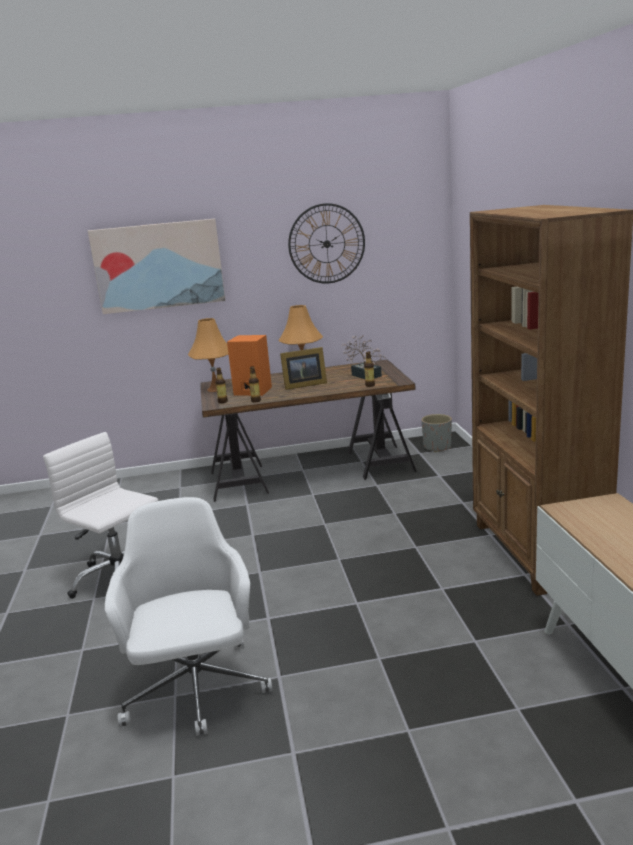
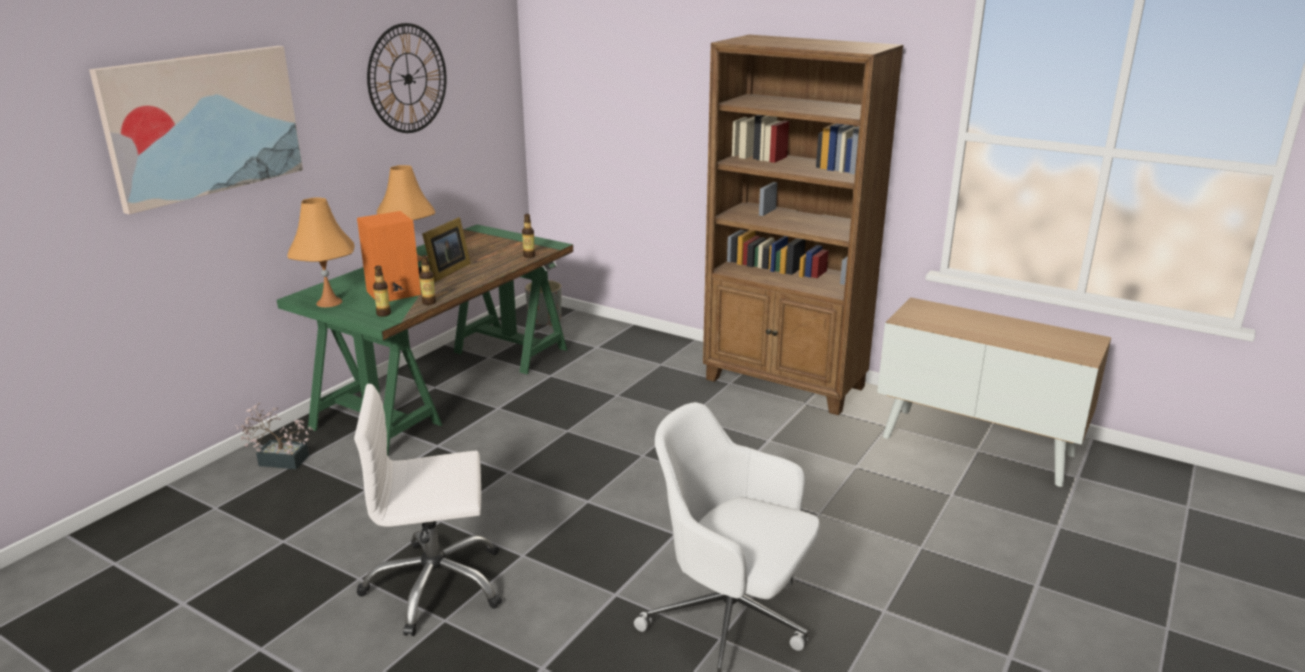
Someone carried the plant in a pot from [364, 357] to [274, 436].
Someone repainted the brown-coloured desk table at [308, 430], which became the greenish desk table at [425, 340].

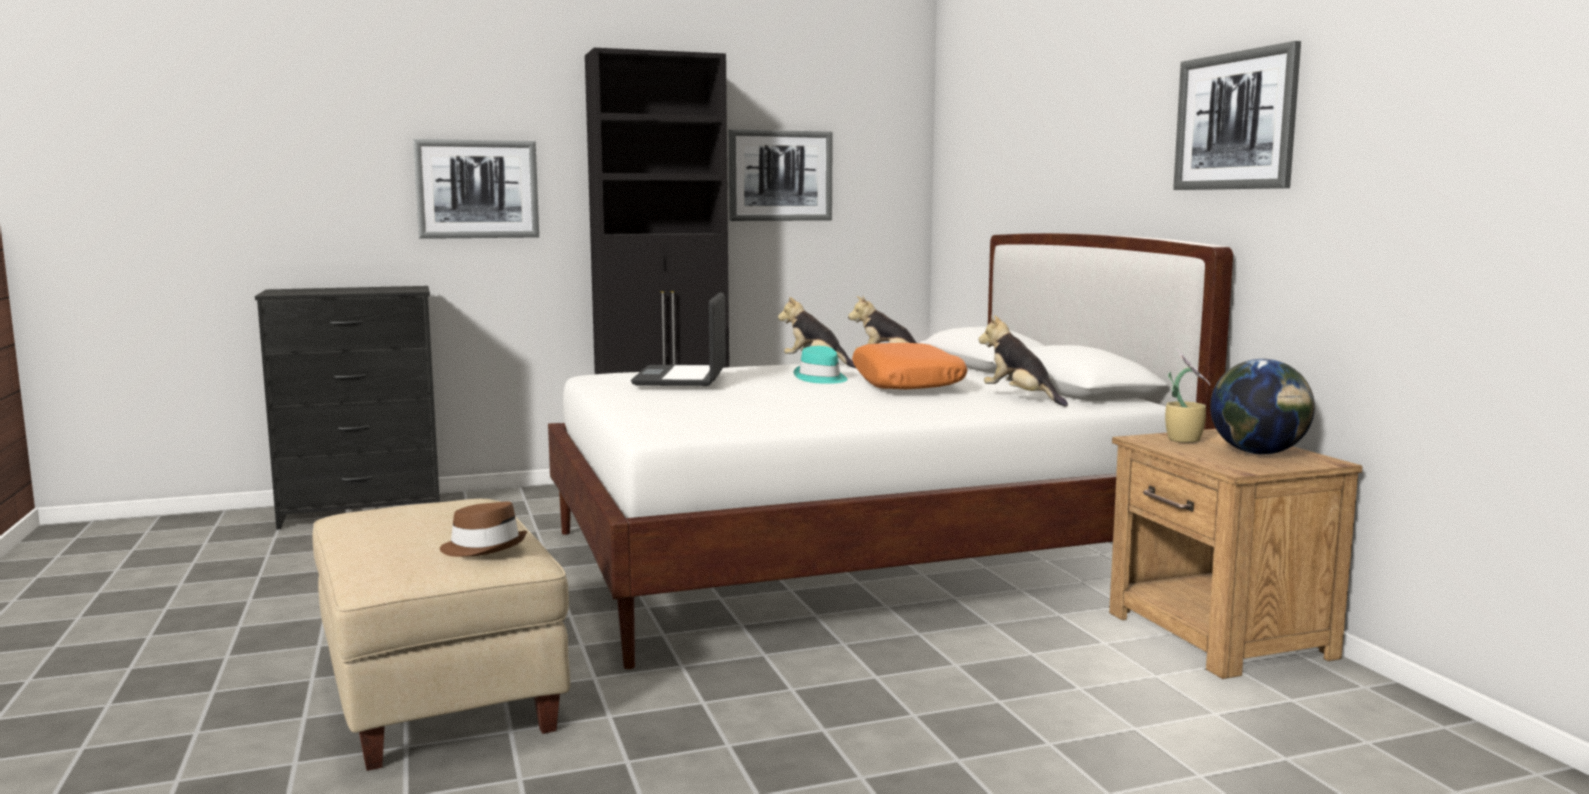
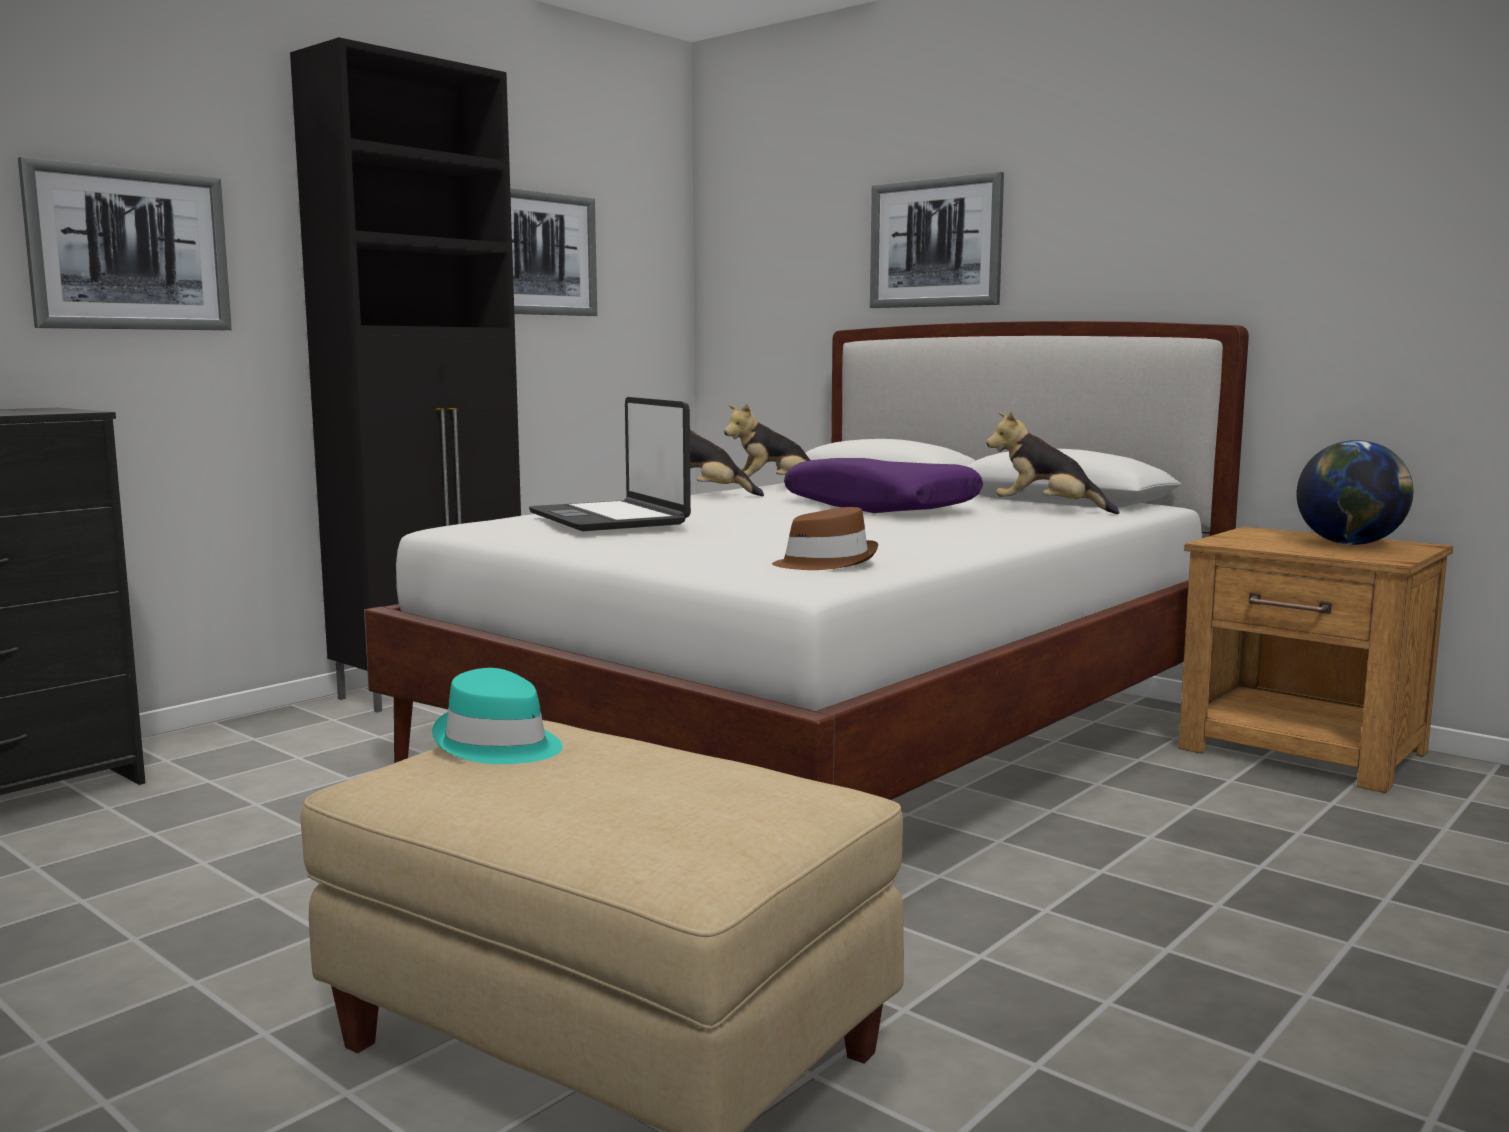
Someone carried the turquoise wearable hat from [820, 365] to [497, 716].
Someone carried the brown-coloured wearable hat from [483, 529] to [825, 538].
Someone repainted the orange-coloured pillow at [910, 366], which became the purple-coloured pillow at [883, 485].
Someone carried the picture from [1237, 115] to [937, 240].
Someone took away the plant in a pot at [1187, 396].

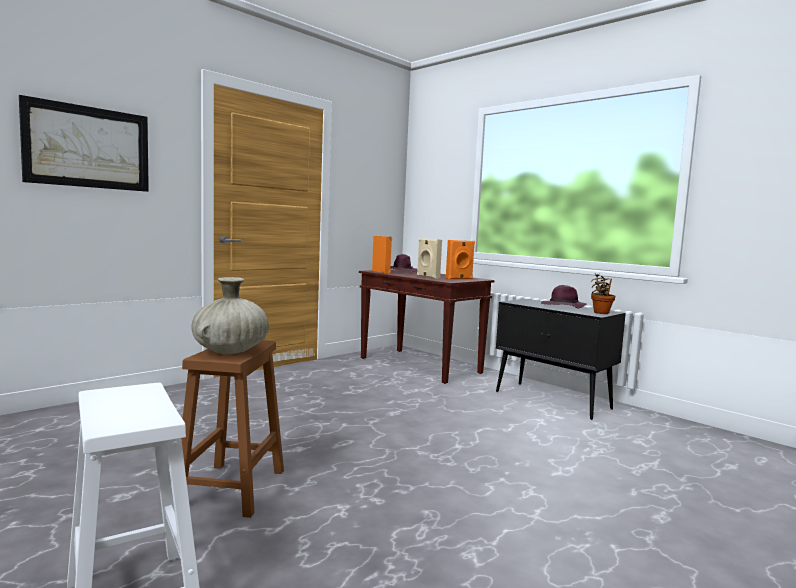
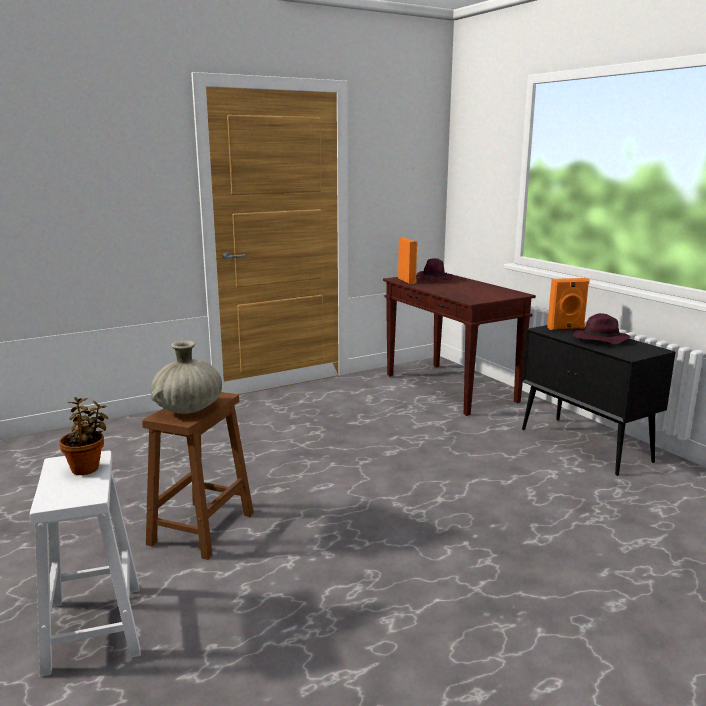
Someone carried the plant in a pot from [603, 293] to [83, 436].
Someone carried the orange-coloured loudspeaker from [460, 259] to [568, 304].
Someone took away the picture at [84, 143].
Someone took away the sand-coloured loudspeaker at [429, 258].

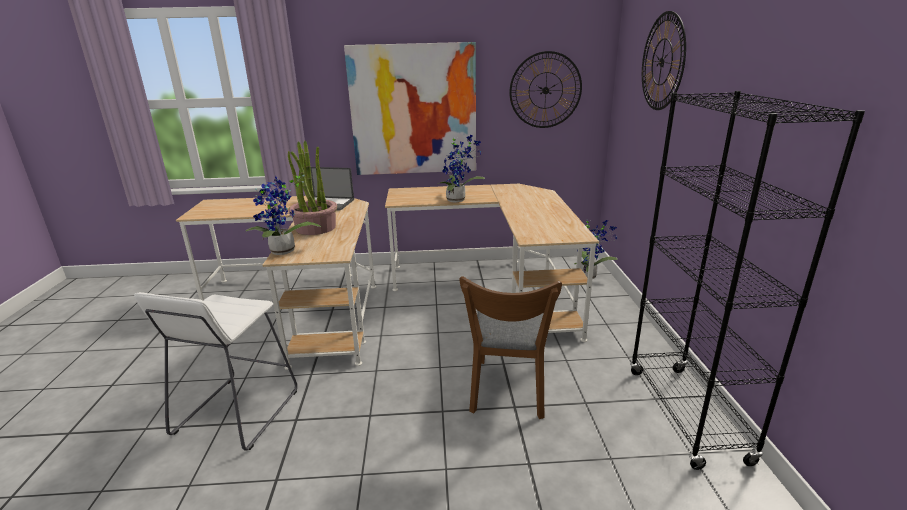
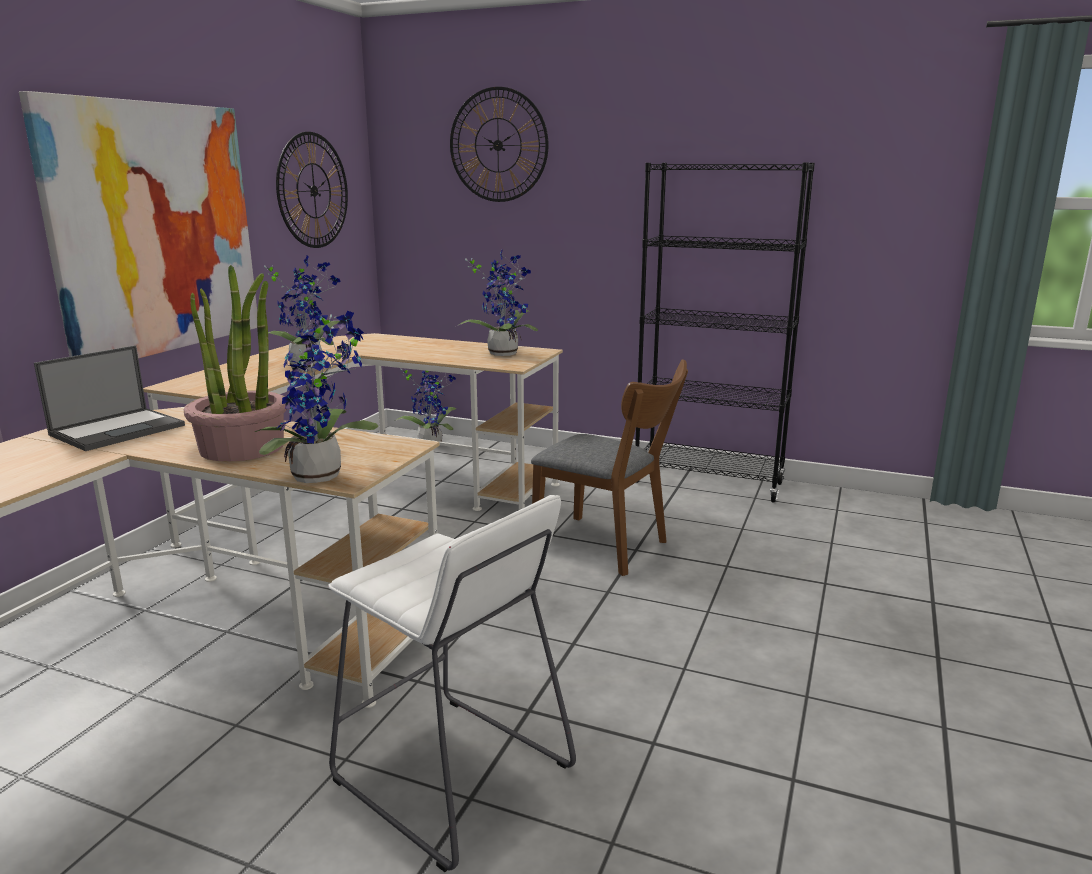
Someone put down the plant in a pot at [497, 303].

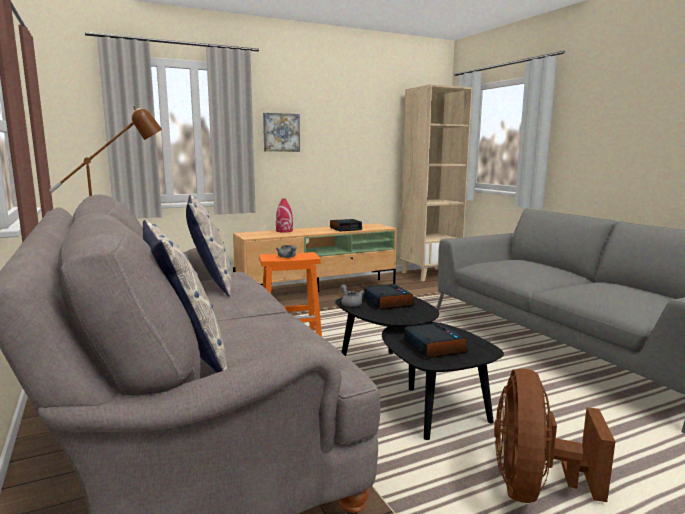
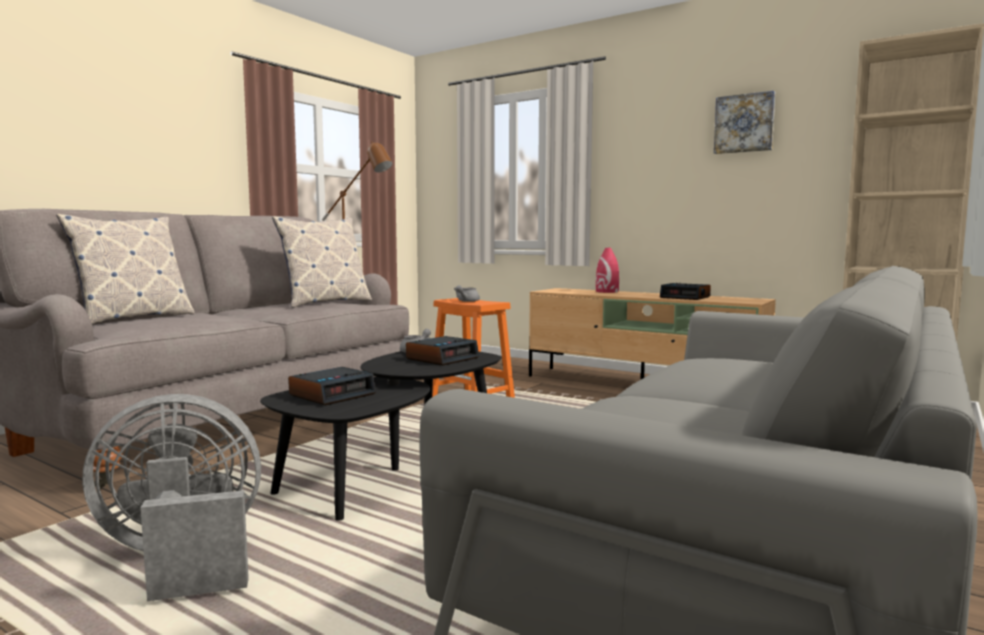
Someone repainted the brown-coloured electric fan at [554, 436], which became the grey electric fan at [171, 497].
Someone carried the picture from [281, 132] to [744, 122].

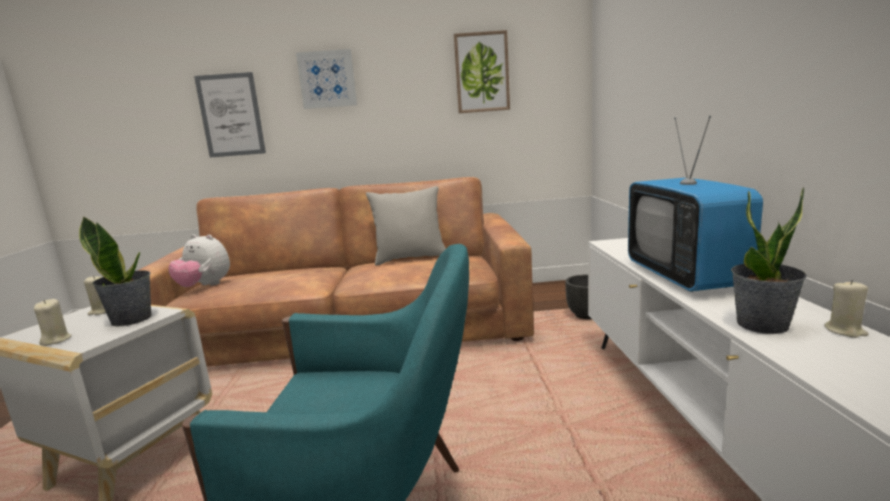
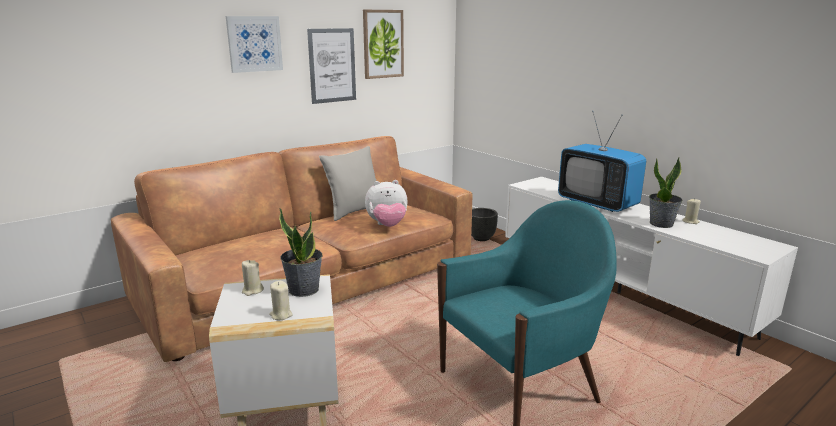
Someone carried the picture from [230, 115] to [331, 66].
Someone carried the soft toy from [199, 260] to [386, 203].

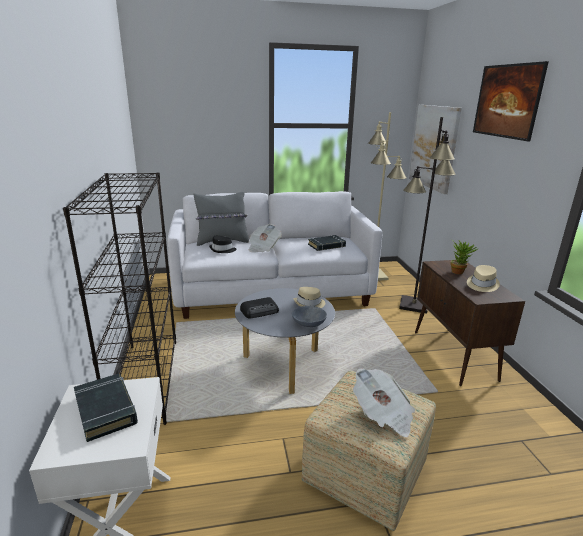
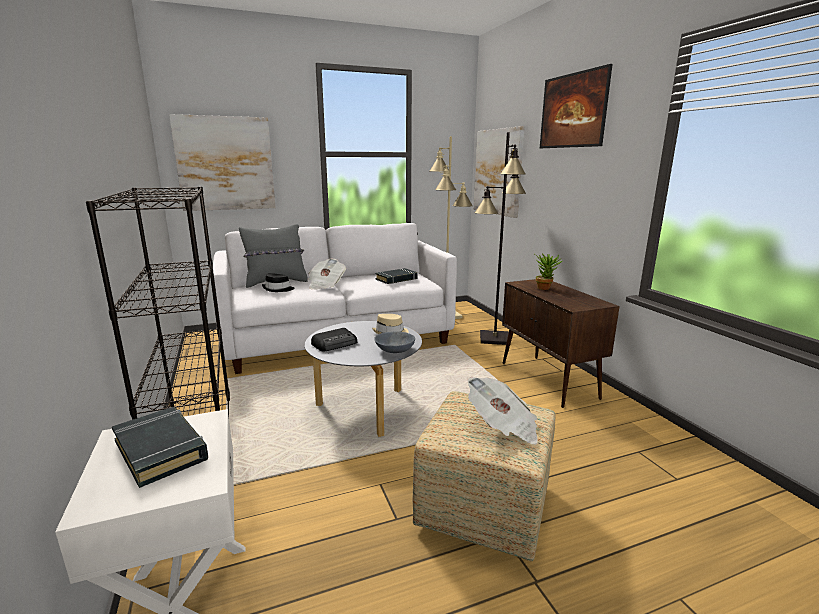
Someone put up the picture at [222, 162].
Someone took away the sand-coloured wearable hat at [483, 278].

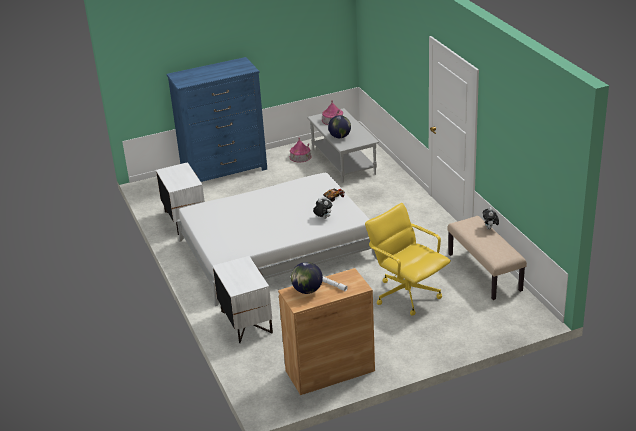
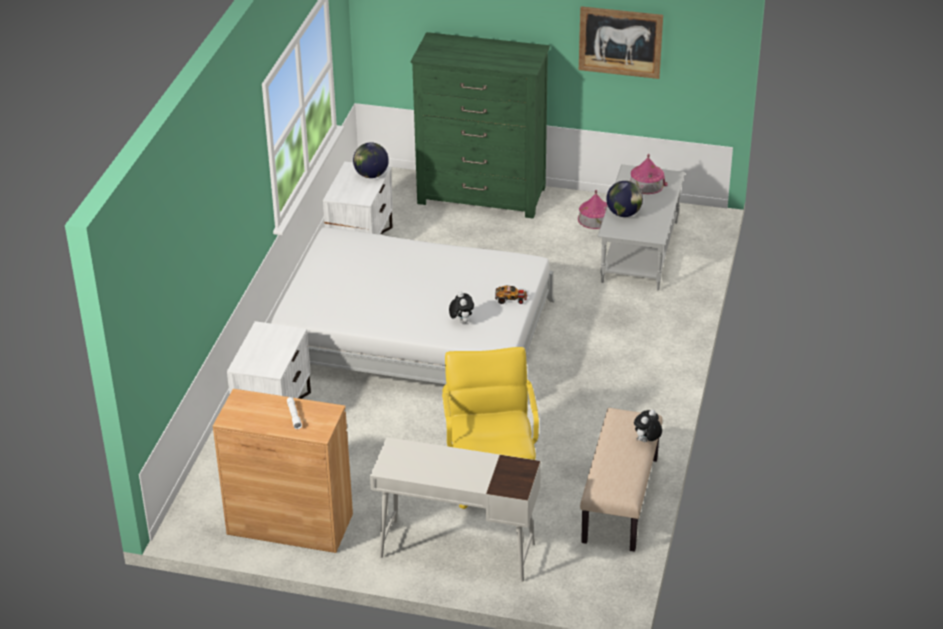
Someone carried the world globe from [307, 278] to [371, 160].
Someone put down the white desk table at [455, 509].
Someone repainted the bluish drawer chest at [216, 119], which became the greenish drawer chest at [480, 125].
Someone put up the picture at [621, 42].

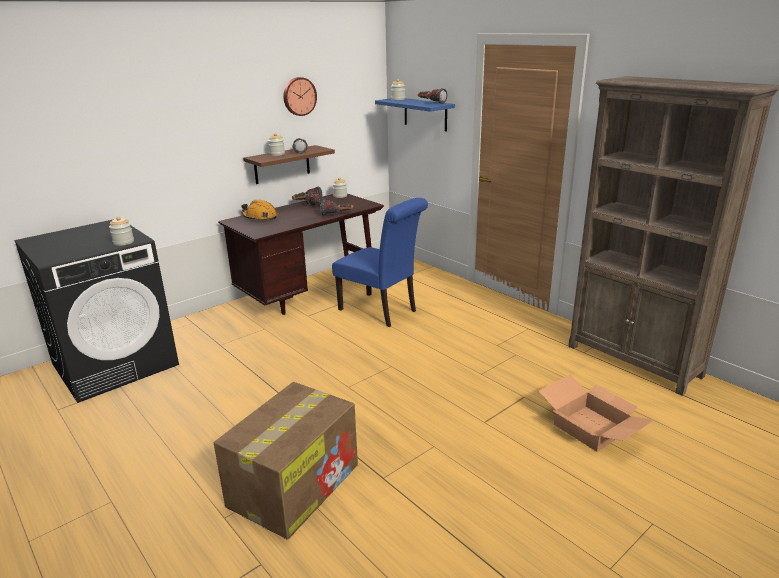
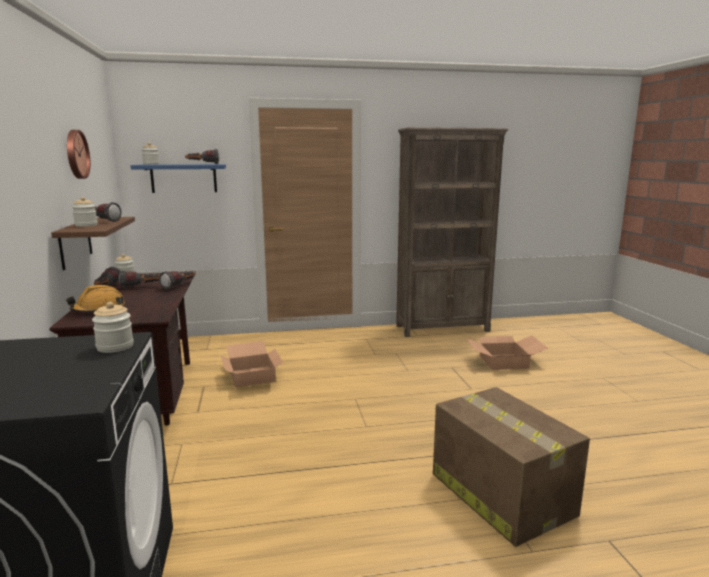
Someone swapped the bluish chair at [380, 262] for the packing box at [252, 364].

